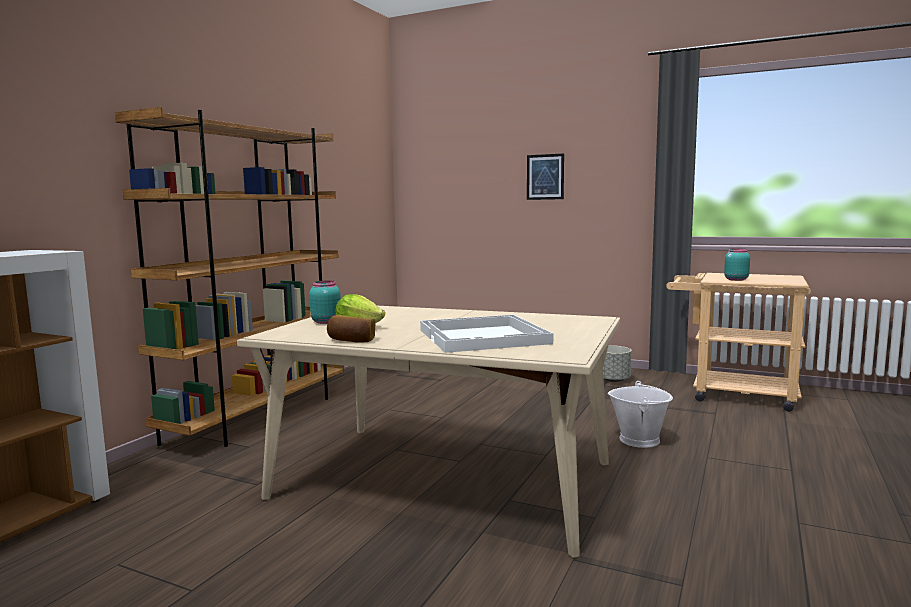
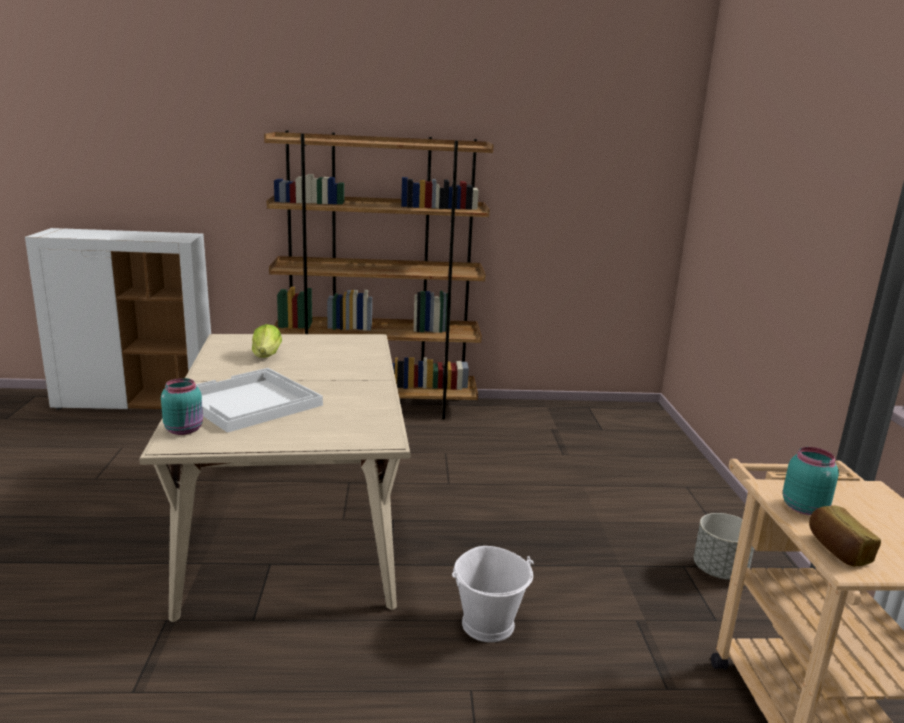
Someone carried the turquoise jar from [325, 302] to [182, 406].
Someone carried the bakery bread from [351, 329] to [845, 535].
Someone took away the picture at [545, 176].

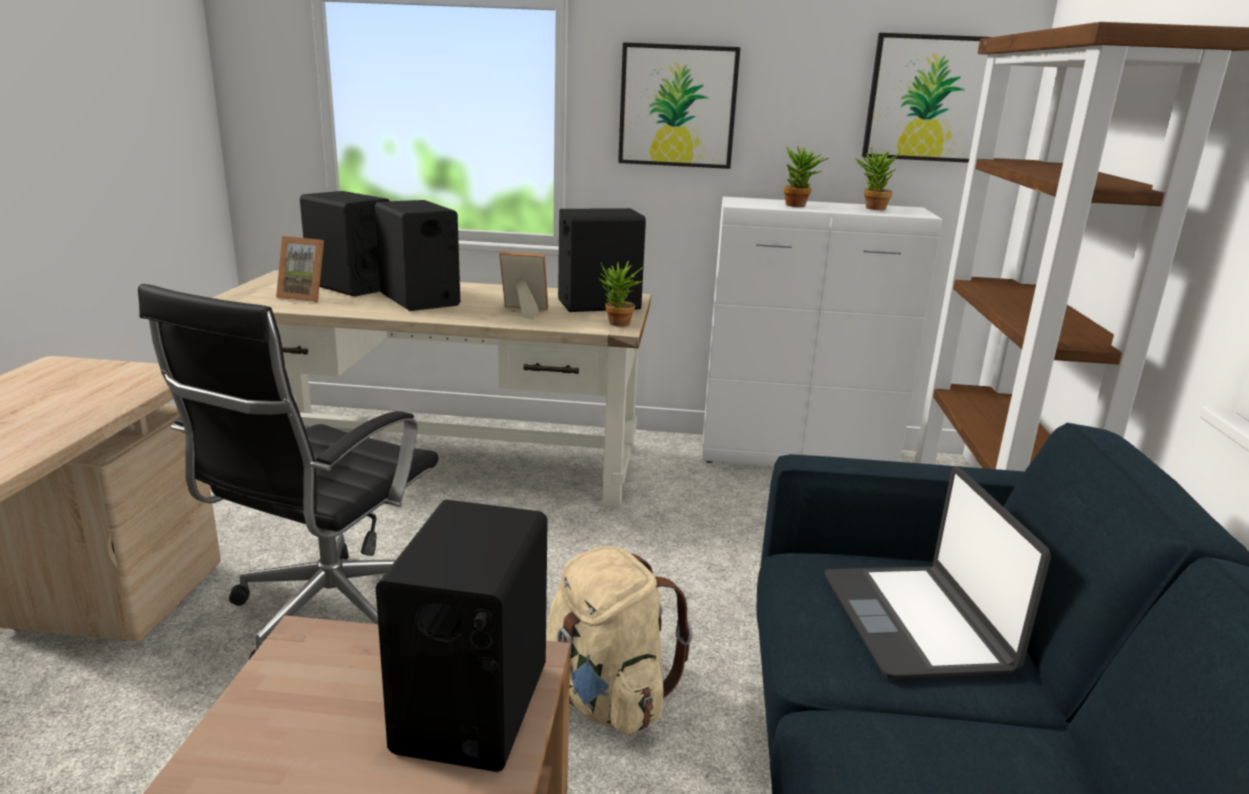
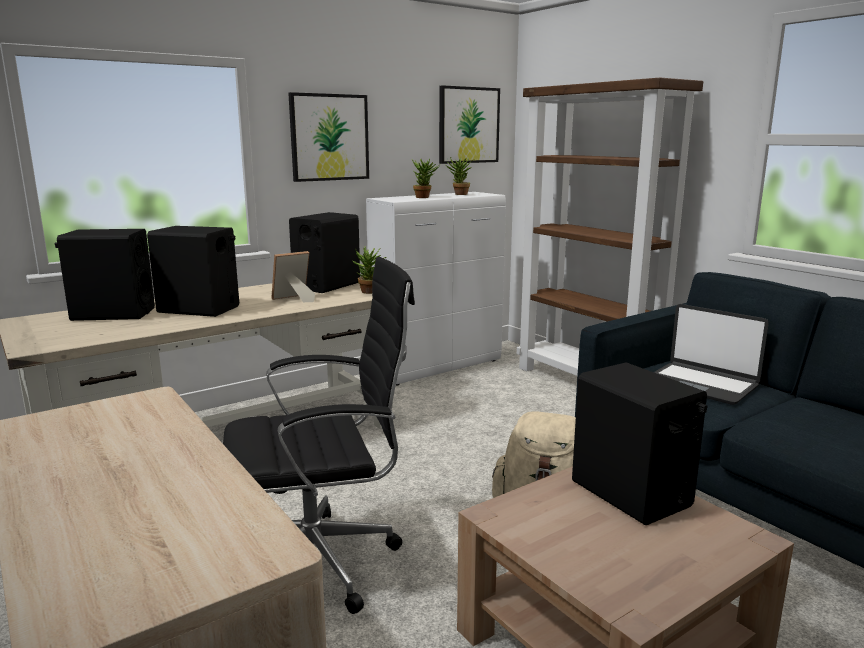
Someone rotated the black-coloured computer chair at [288, 471] by 90 degrees counterclockwise.
Someone took away the standing frame at [300, 269].

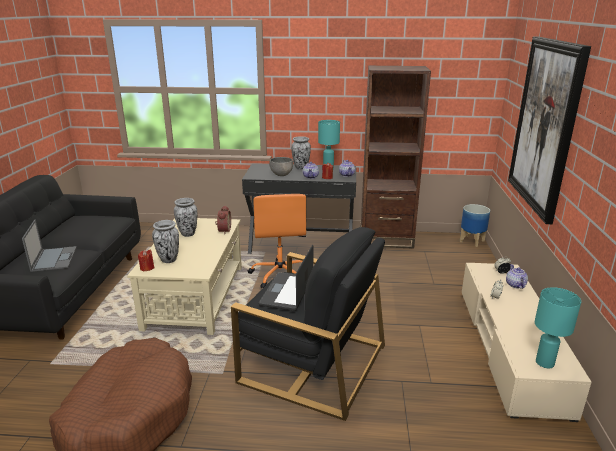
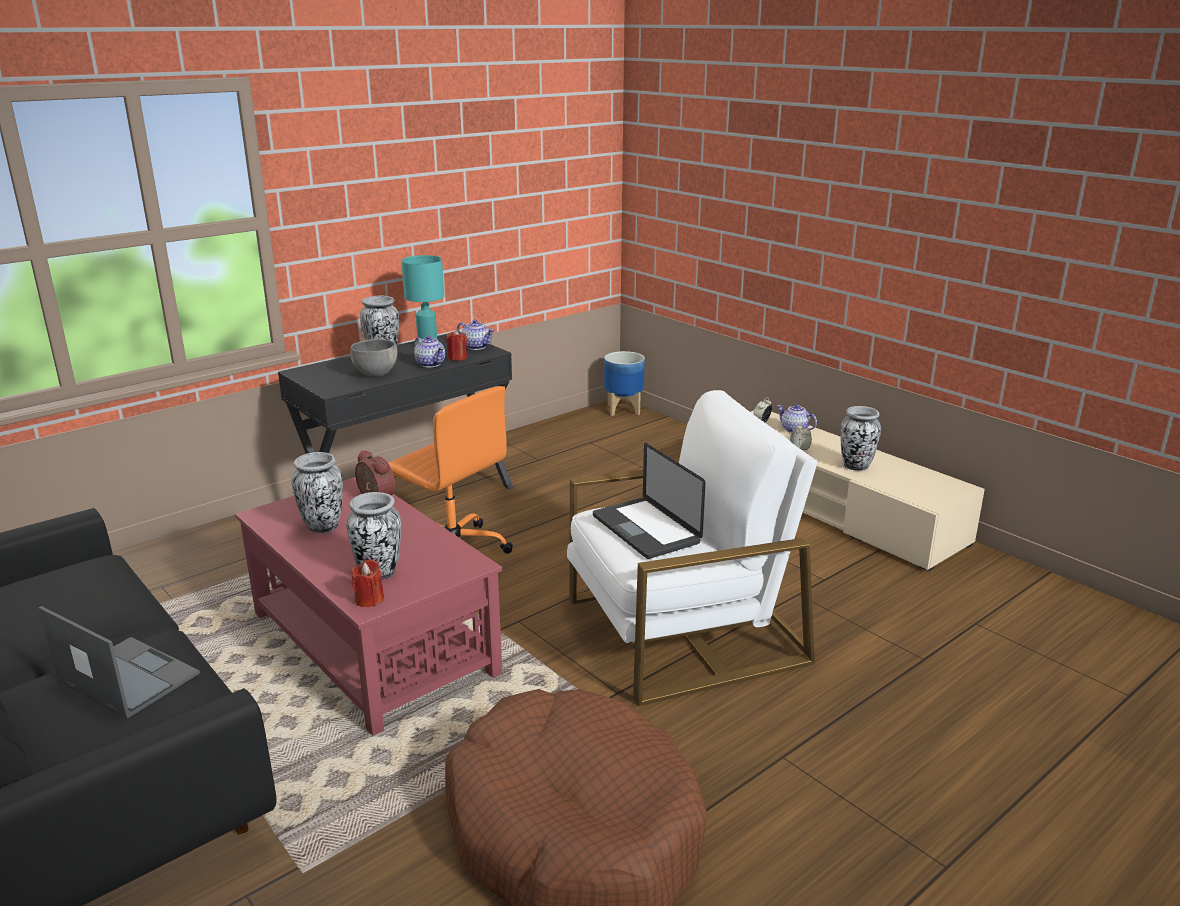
Someone repainted the sand-coloured low table at [184, 276], which became the red low table at [368, 606].
Someone repainted the black-coloured lounge chair at [308, 324], which became the white lounge chair at [692, 548].
Someone put down the vase at [860, 438].
Someone took away the brown-coloured bookshelf at [396, 157].
Someone took away the picture at [549, 130].
Someone took away the turquoise table lamp at [558, 327].

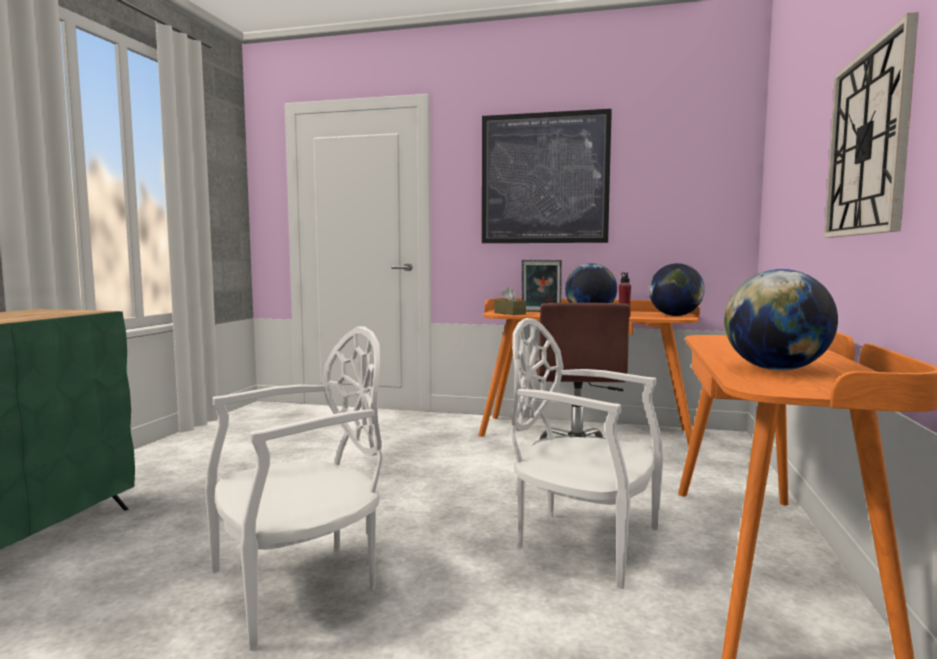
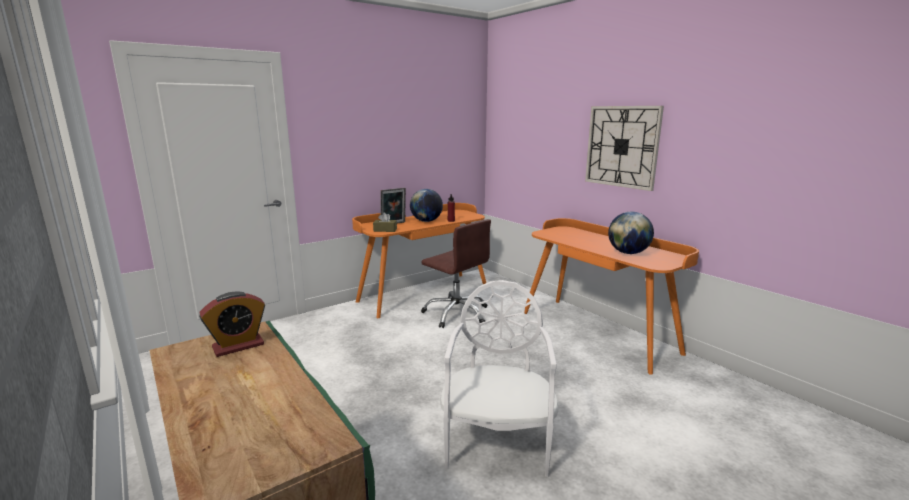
Someone put down the table clock at [232, 324].
Someone took away the picture at [547, 176].
Someone took away the white chair at [587, 453].
Someone took away the world globe at [677, 289].

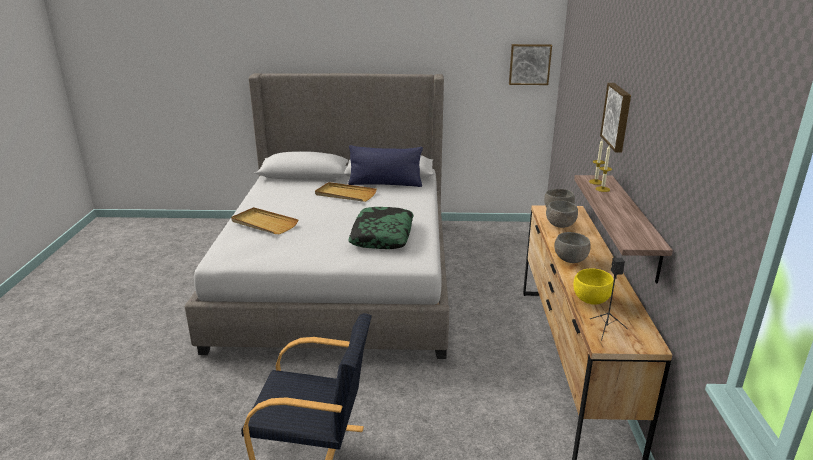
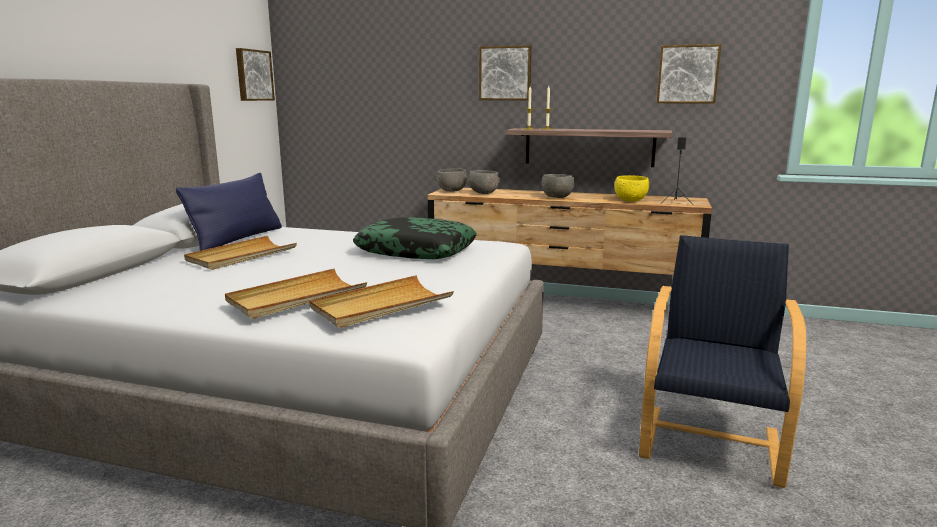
Someone put down the sand-coloured serving tray at [381, 301].
Someone put up the picture at [689, 74].

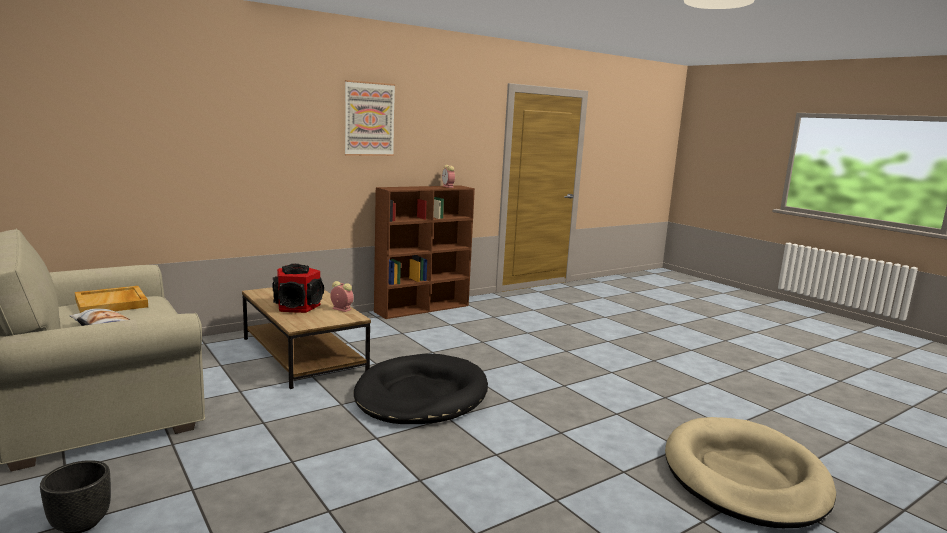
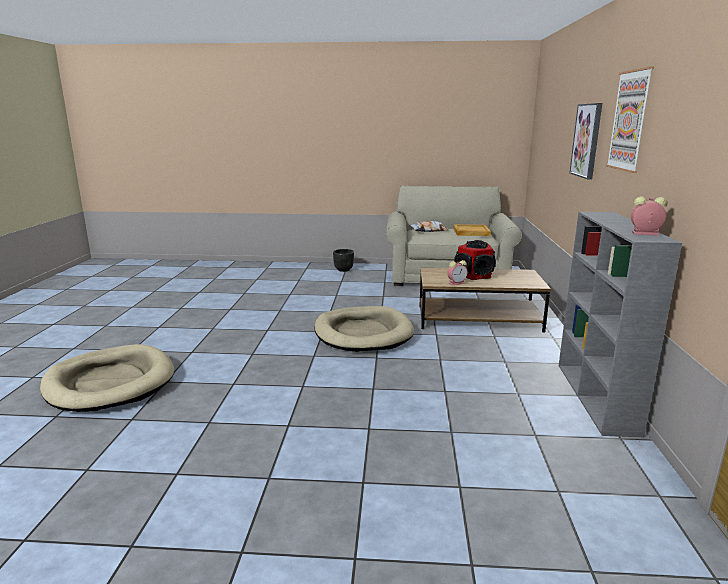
Someone repainted the black-coloured dog cushion at [421, 389], which became the sand-coloured dog cushion at [364, 329].
Someone repainted the brown-coloured bookshelf at [424, 252], which became the grey bookshelf at [620, 324].
Someone put up the picture at [586, 141].

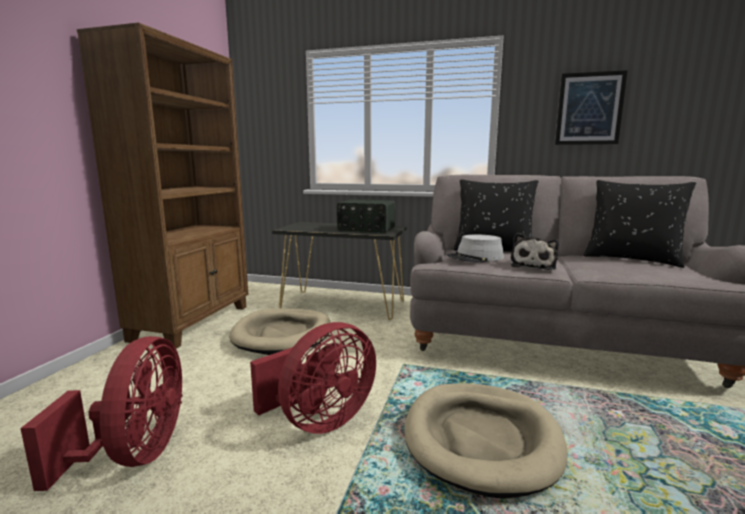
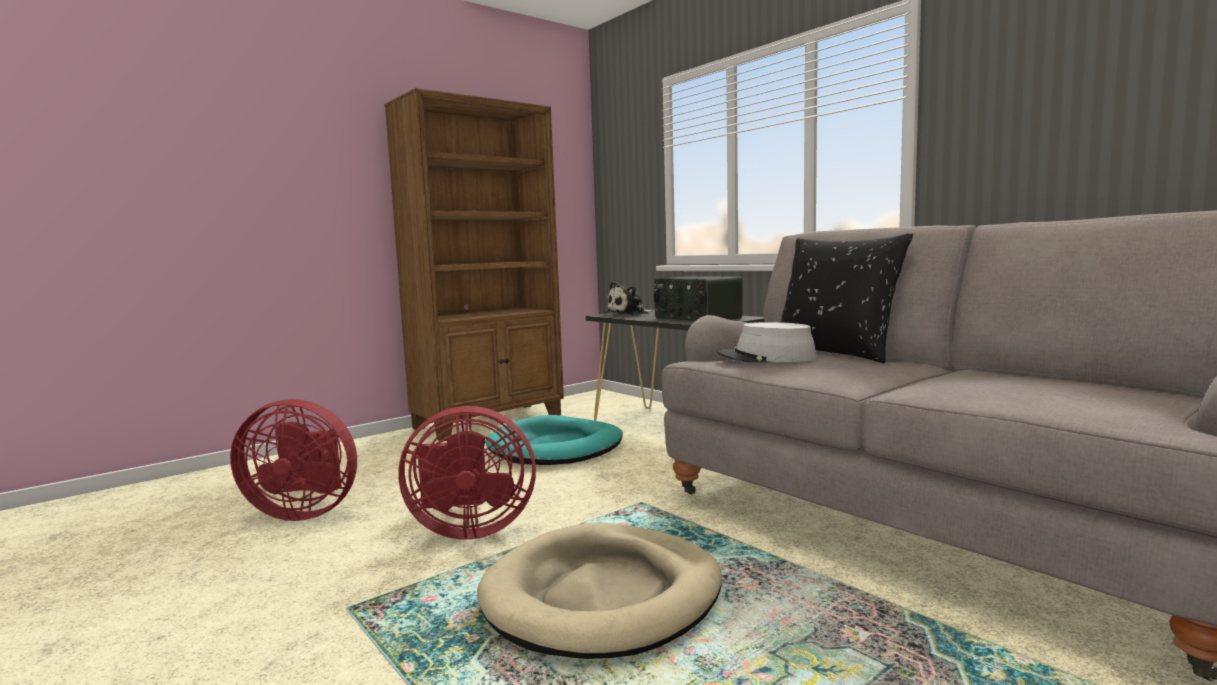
Someone rotated the red electric fan at [101, 413] by 60 degrees clockwise.
Someone repainted the sand-coloured dog cushion at [280, 332], which became the turquoise dog cushion at [554, 440].
Someone carried the soft toy from [535, 251] to [628, 298].
Someone took away the picture at [591, 107].
Someone took away the black-coloured pillow at [640, 224].

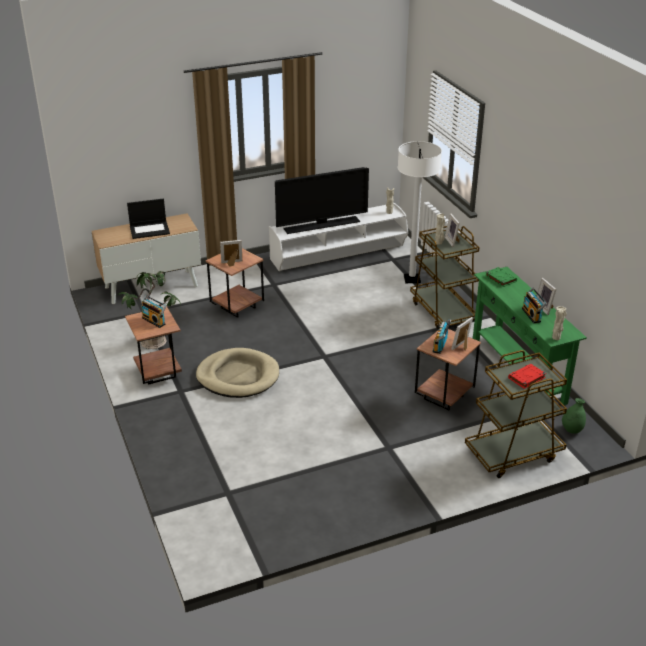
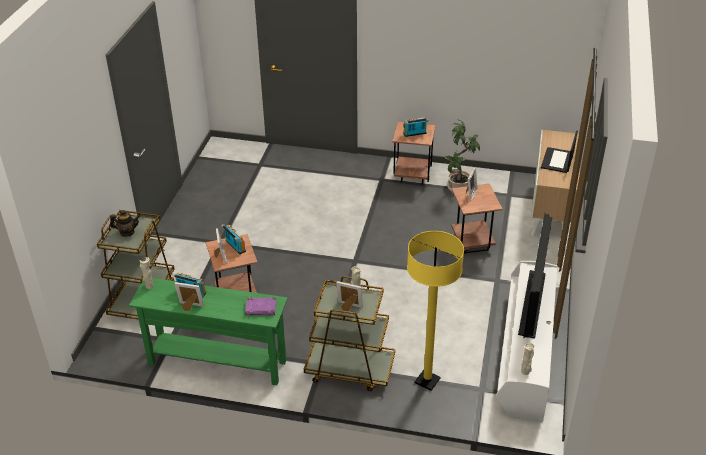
Someone swapped the red bound book at [527, 376] for the teapot at [125, 223].
Someone repainted the greenish bound book at [501, 277], which became the purple-coloured bound book at [260, 306].
Someone repainted the white floor lamp at [420, 212], which became the yellowish floor lamp at [435, 311].
Someone took away the sand-coloured dog cushion at [237, 373].
Someone took away the greenish vase at [574, 416].

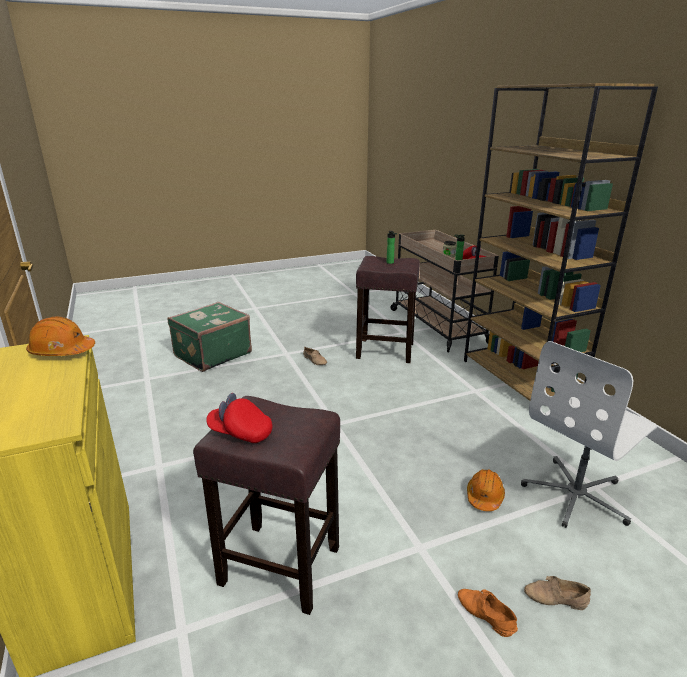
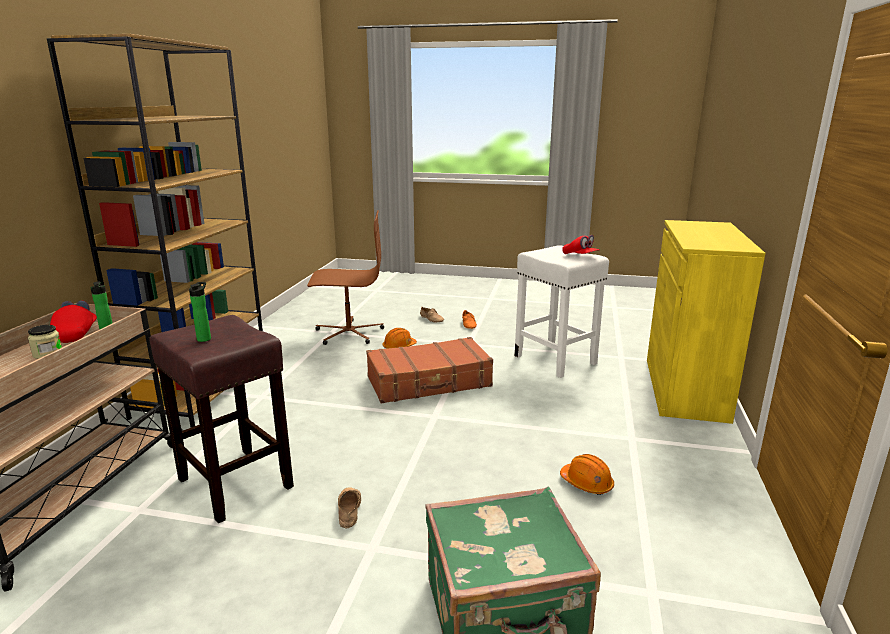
Someone repainted the white computer chair at [589, 434], which became the brown-coloured computer chair at [345, 277].
Someone put down the brown-coloured piece of luggage at [429, 370].
Someone repainted the brown-coloured sitting stool at [266, 505], which became the white sitting stool at [561, 311].
Someone carried the orange-coloured hard hat from [60, 336] to [587, 474].

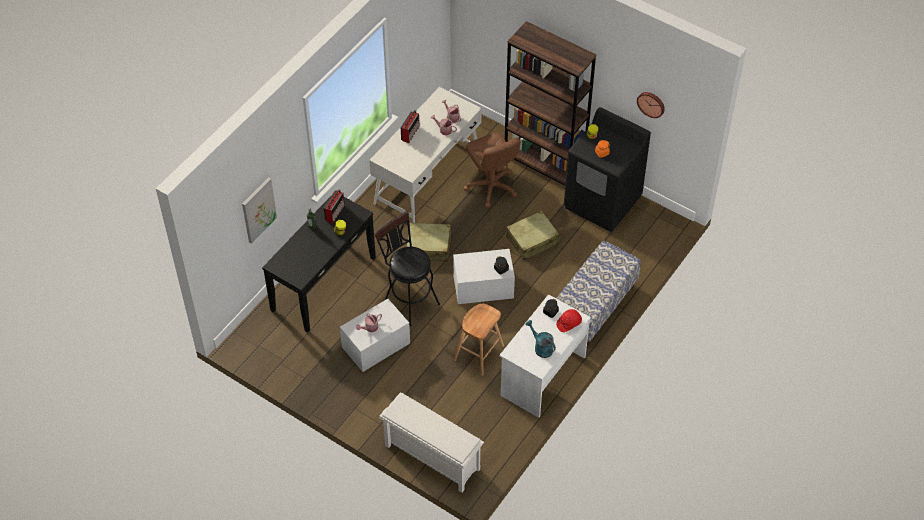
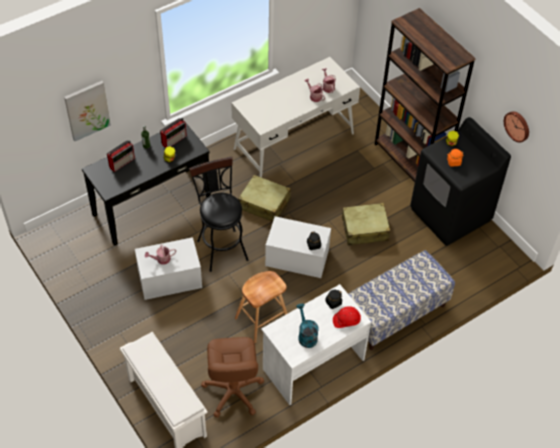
Someone carried the radio receiver from [410, 126] to [121, 156].
Someone carried the brown-coloured computer chair from [492, 170] to [232, 377].

